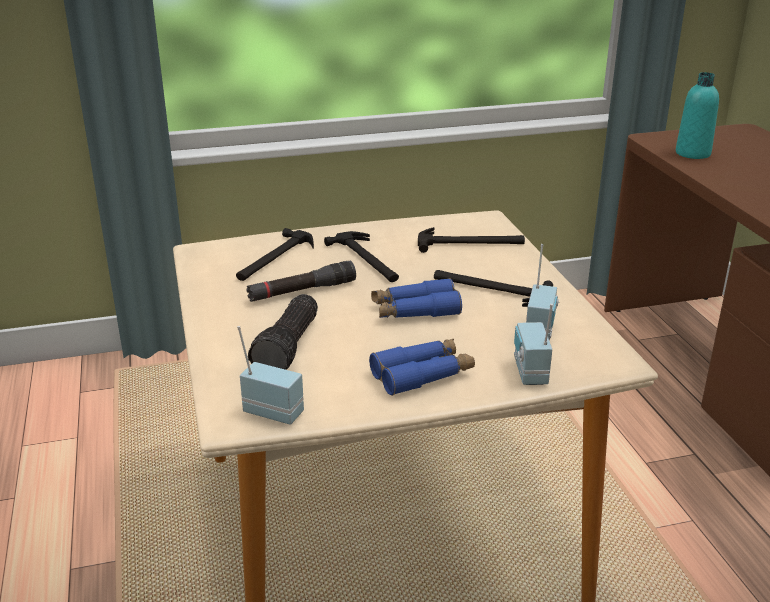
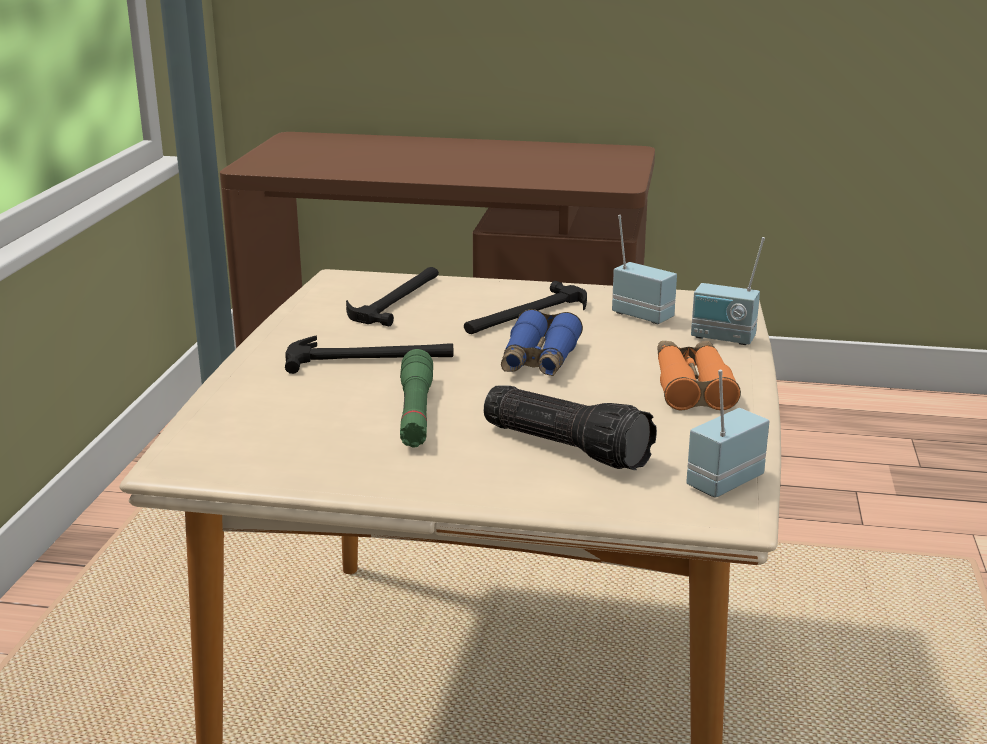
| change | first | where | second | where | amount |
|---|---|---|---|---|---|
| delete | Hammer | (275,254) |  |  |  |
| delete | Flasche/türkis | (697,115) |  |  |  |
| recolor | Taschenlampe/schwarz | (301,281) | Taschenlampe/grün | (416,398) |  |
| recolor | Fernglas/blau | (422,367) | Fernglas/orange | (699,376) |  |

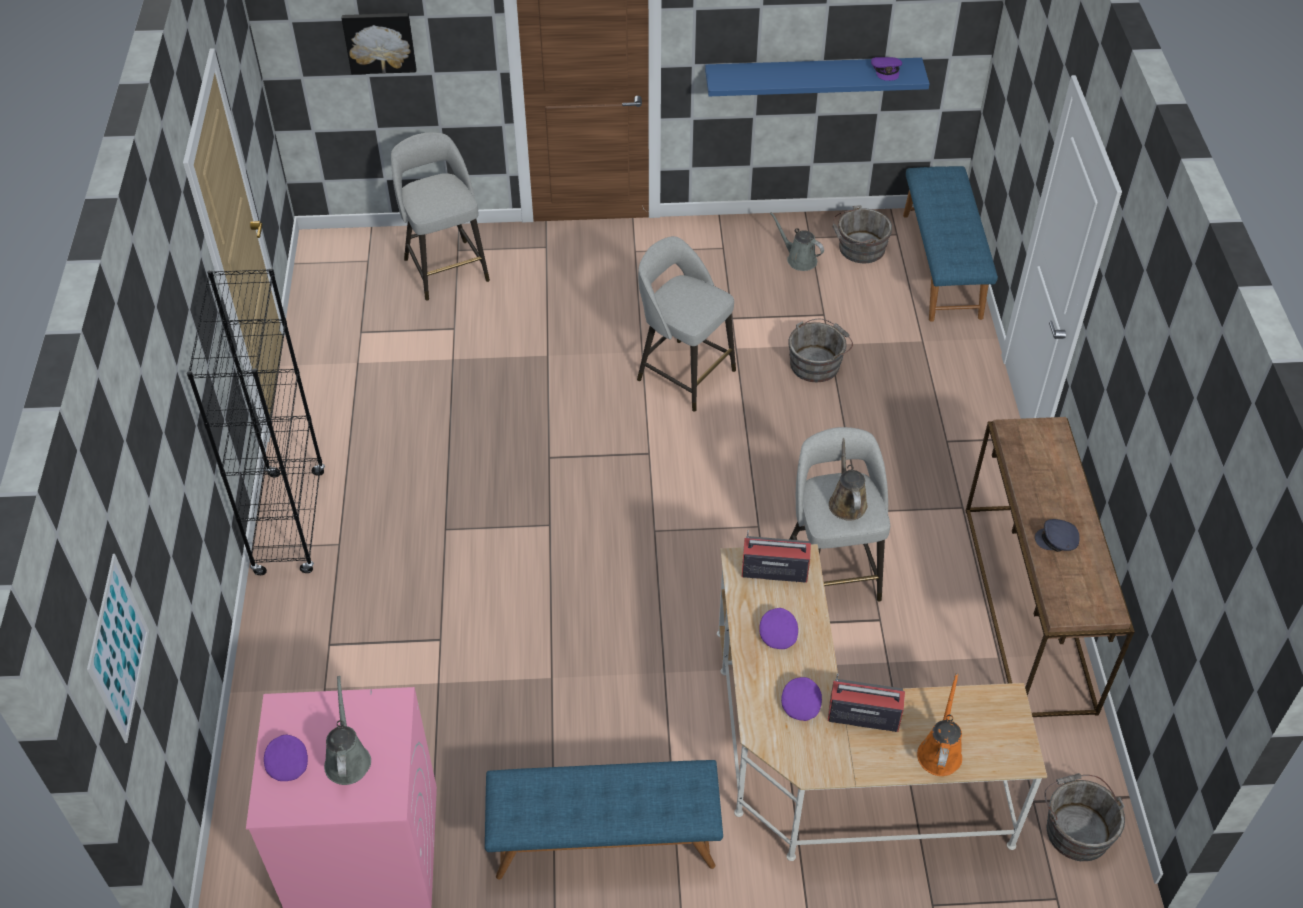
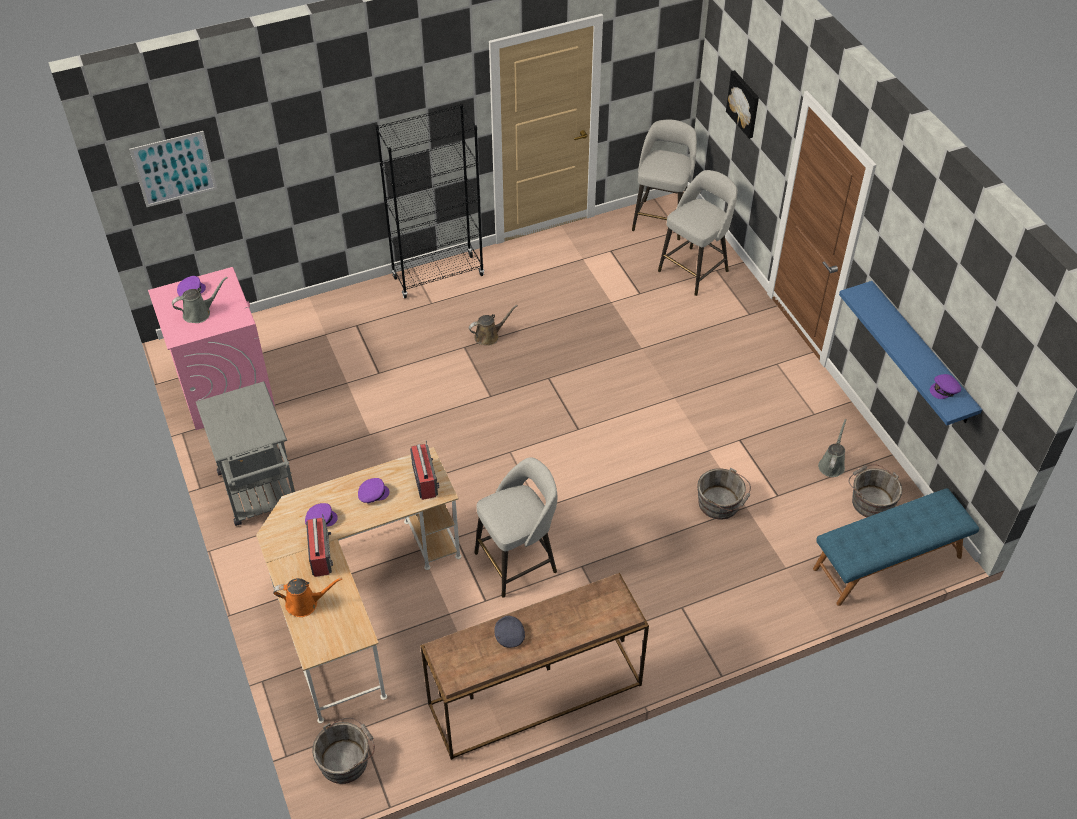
| change | first | where | second | where | amount |
|---|---|---|---|---|---|
| move | Hocker/grau | (686,324) |  | (664,180) |  |
| move | Gießkanne/braun | (848,479) |  | (493,325) |  |
| replace | Bank/blau | (604,820) | Rollwagen/grau | (245,453) |  |

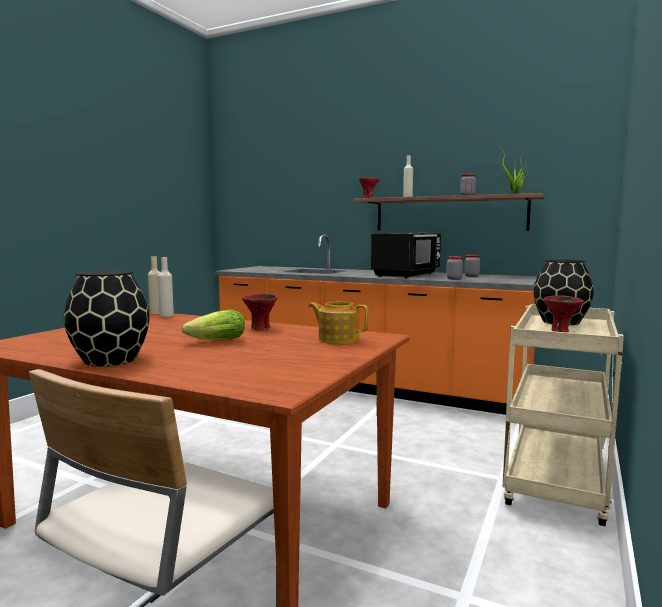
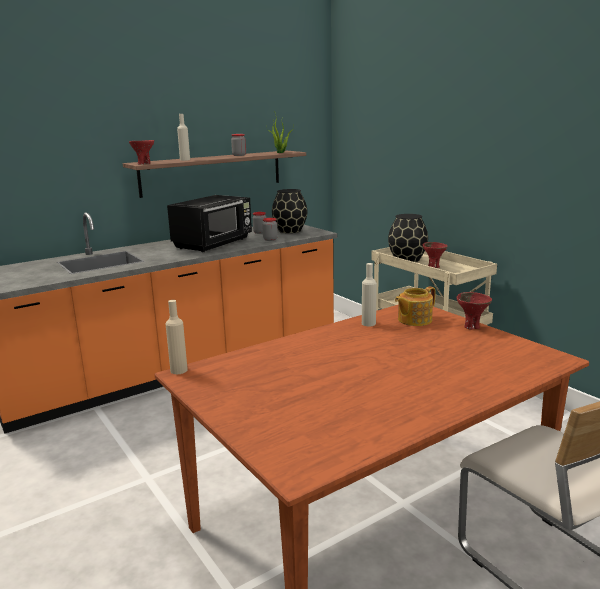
| change | first | where | second | where | amount |
|---|---|---|---|---|---|
| delete | Salatkopf | (213,325) |  |  |  |
| move | Vase/schwarz | (106,318) |  | (289,211) |  |
| move | Flasche/beige | (166,287) |  | (369,294) |  |
| move | Schüssel/rot | (259,312) |  | (474,311) |  |
| rotate | Mikrowelle/schwarz | (406,255) |  | (209,223) | 60 degrees clockwise |

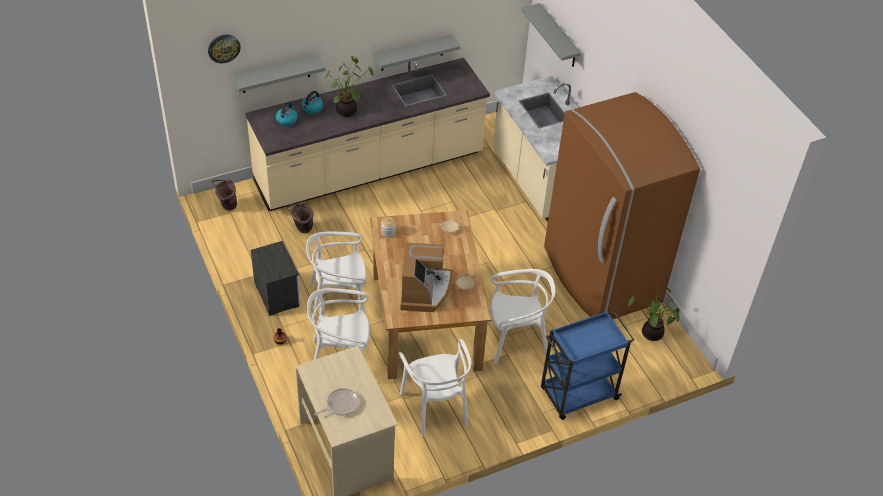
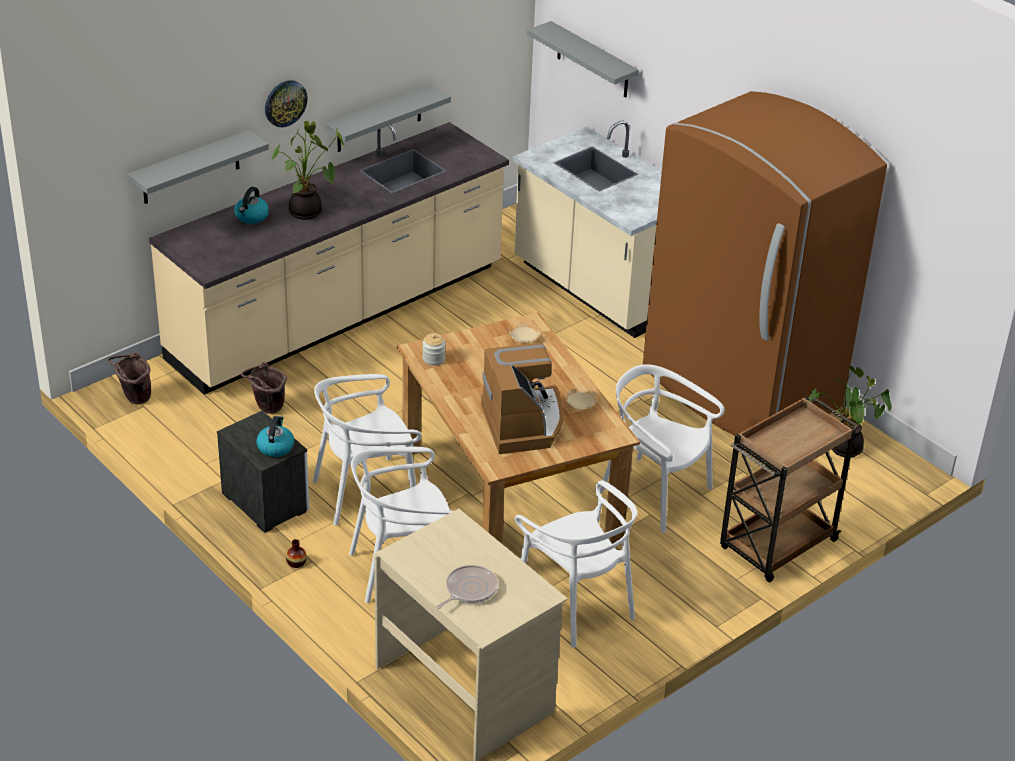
| change | first | where | second | where | amount |
|---|---|---|---|---|---|
| move | Wanduhr | (224,49) |  | (286,103) |  |
| move | Wasserkessel | (287,114) |  | (275,436) |  |
| recolor | Rollwagen/blau | (587,365) | Rollwagen/braun | (789,489) |  |
| rotate | Stuhl/weiß | (522,316) |  | (662,448) | 120 degrees counterclockwise |

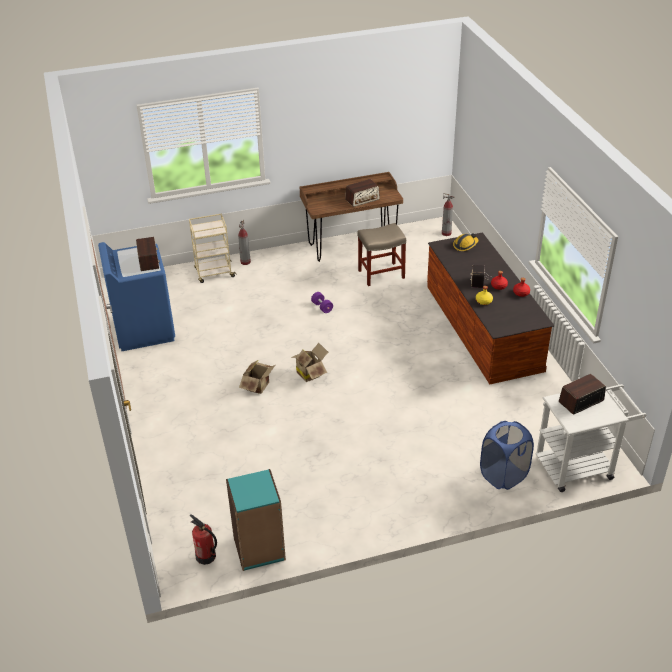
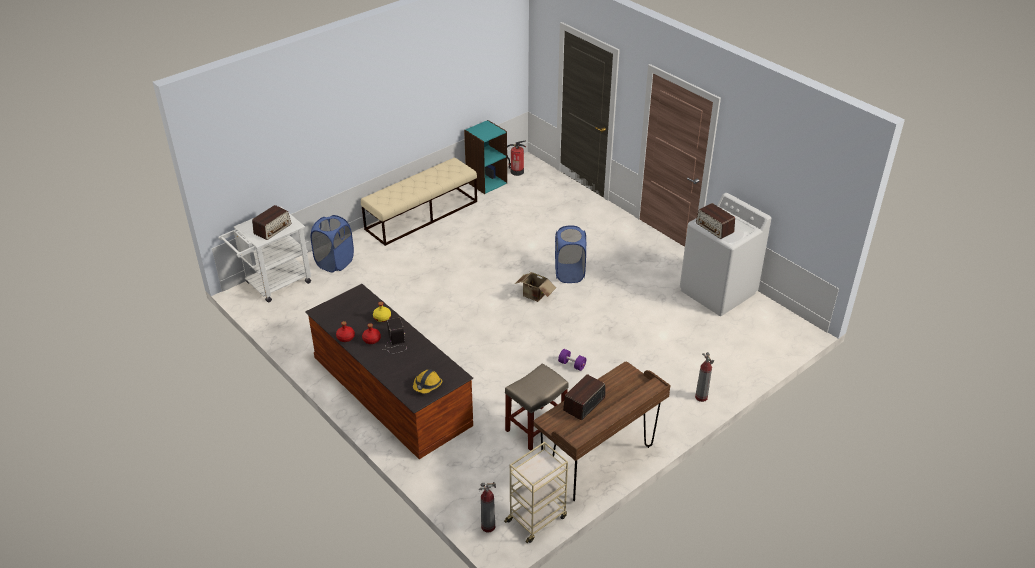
| change | first | where | second | where | amount |
|---|---|---|---|---|---|
| insert |  |  | Bank/beige | (419,201) |  |
| move | Rollwagen/beige | (213,248) |  | (536,492) |  |
| replace | Karton | (257,377) | Wäschekorb/blau | (571,254) |  |
| recolor | Waschmaschine/blau | (136,296) | Waschmaschine/weiß | (725,254) |  |

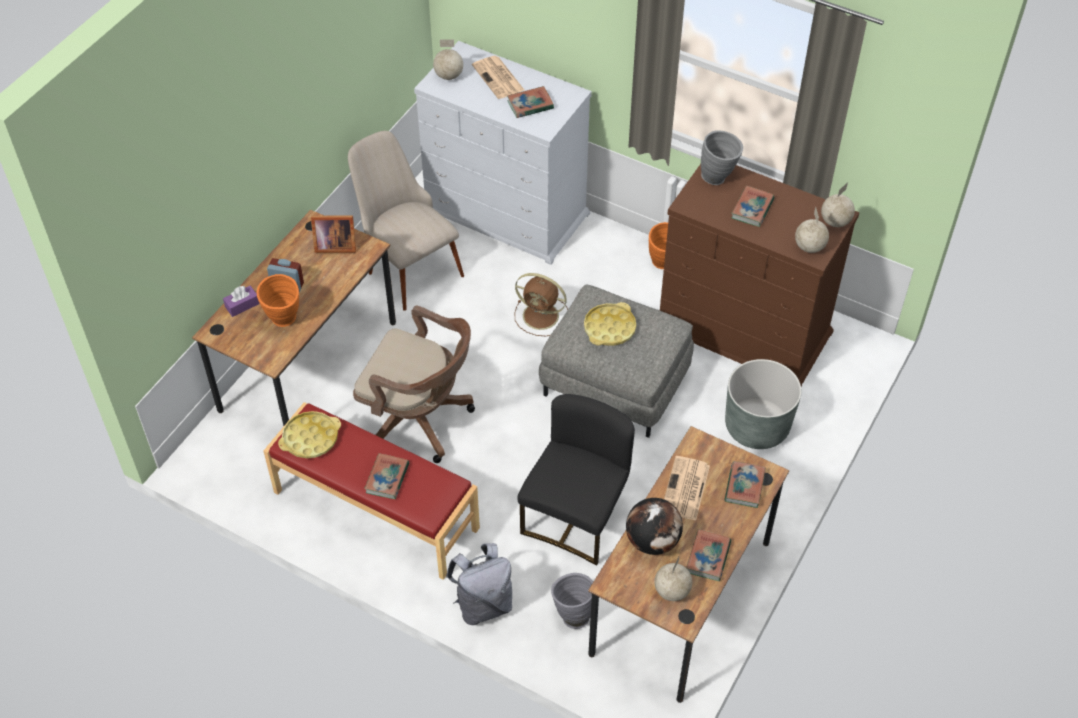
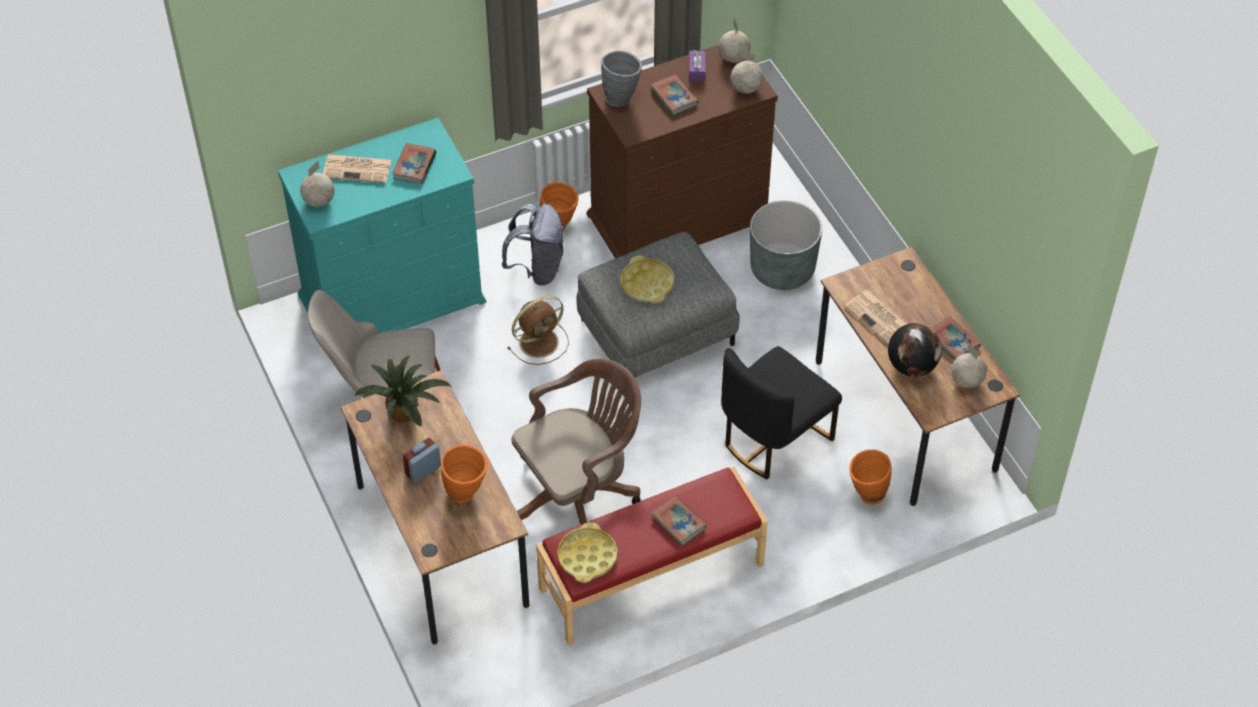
| change | first | where | second | where | amount |
|---|---|---|---|---|---|
| delete | Buch | (745,484) |  |  |  |
| move | Taschentuchbox/lila | (241,301) |  | (697,66) |  |
| move | Rucksack/grau | (479,584) |  | (533,244) |  |
| replace | Bilderrahmen | (333,234) | Topfpflanze | (402,391) |  |
| recolor | Kommode/weiß | (503,153) | Kommode/türkis | (382,238) |  |
| recolor | Vase/grau | (572,601) | Vase/orange | (870,477) |  |
| rotate | Stuhl/schwarz | (576,480) |  | (781,412) | 105 degrees counterclockwise |

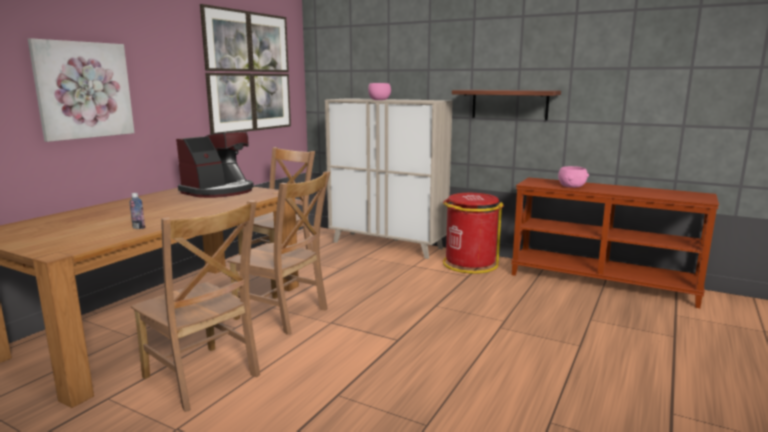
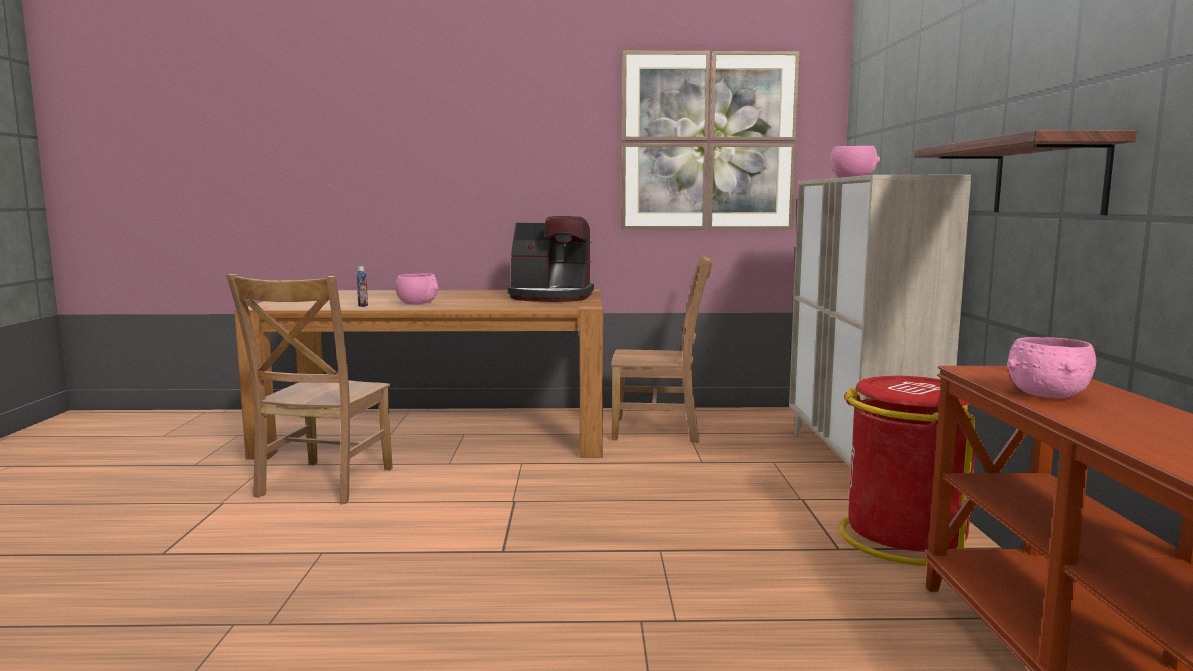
| change | first | where | second | where | amount |
|---|---|---|---|---|---|
| delete | Bild | (81,90) |  |  |  |
| delete | Stuhl/braun | (279,253) |  |  |  |
| insert |  |  | Schüssel/rosa | (417,288) |  |

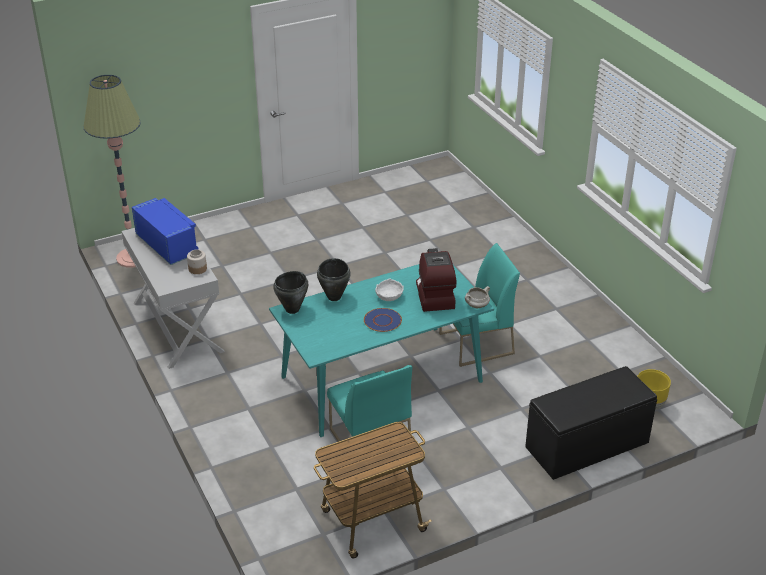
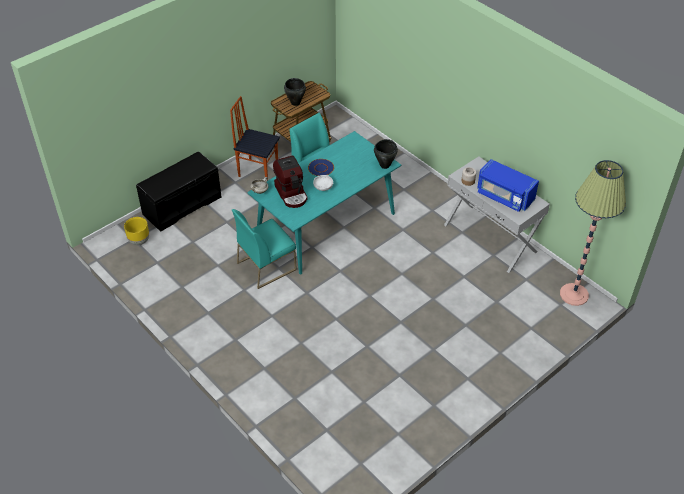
| change | first | where | second | where | amount |
|---|---|---|---|---|---|
| insert |  |  | Stuhl | (255,138) |  |
| move | Kochtopf/schwarz | (333,279) |  | (295,92) |  |

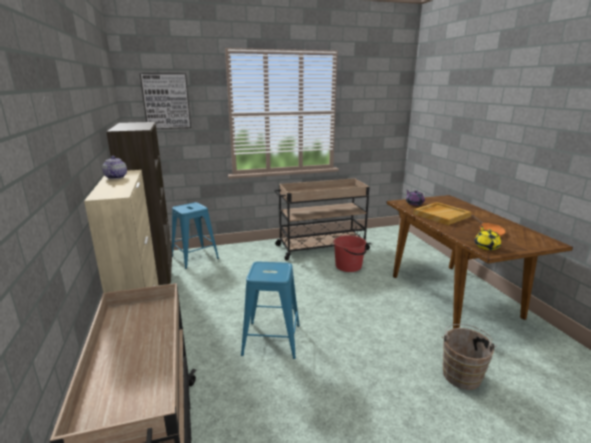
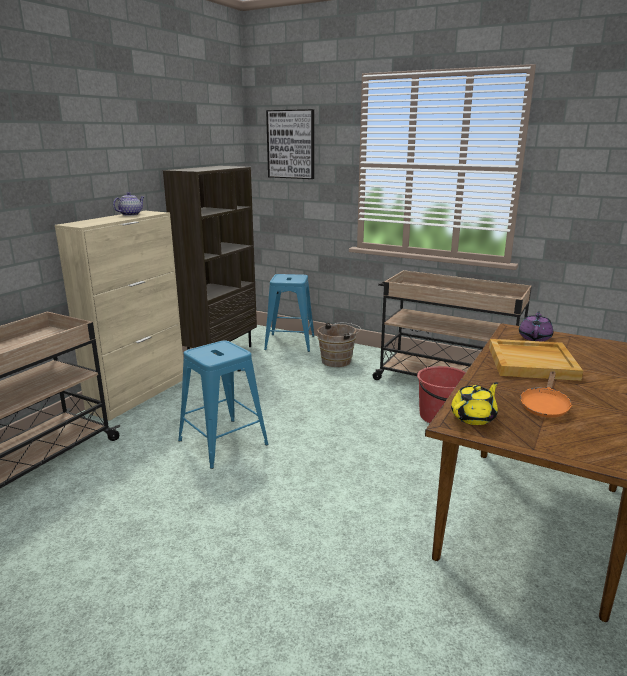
| change | first | where | second | where | amount |
|---|---|---|---|---|---|
| move | Eimer/braun | (469,357) |  | (339,345) |  |

